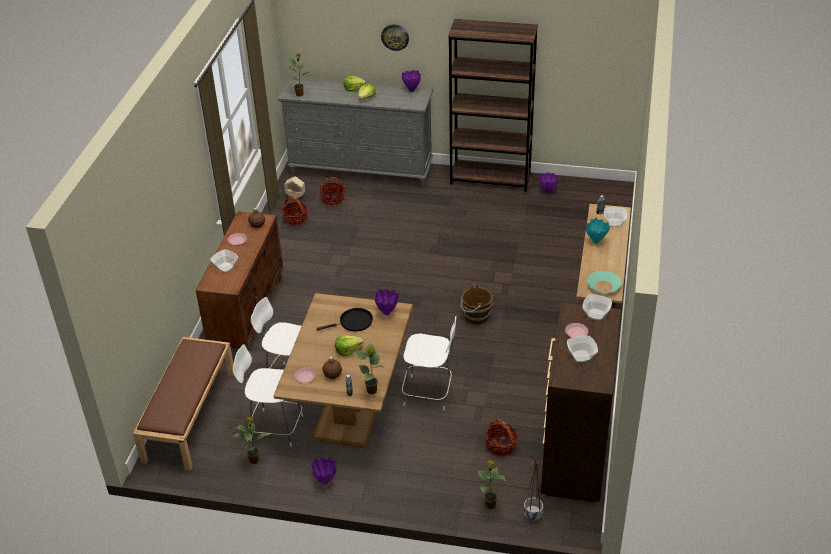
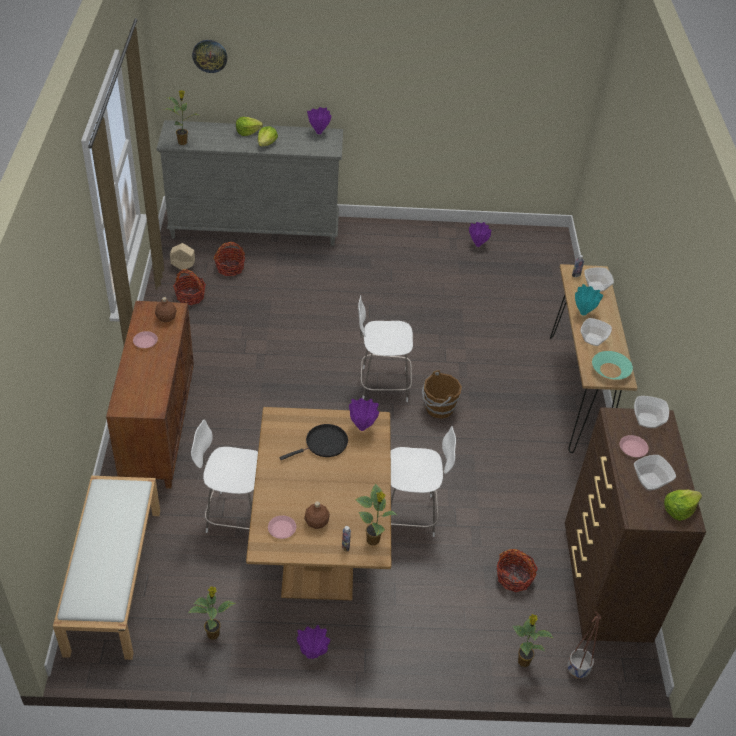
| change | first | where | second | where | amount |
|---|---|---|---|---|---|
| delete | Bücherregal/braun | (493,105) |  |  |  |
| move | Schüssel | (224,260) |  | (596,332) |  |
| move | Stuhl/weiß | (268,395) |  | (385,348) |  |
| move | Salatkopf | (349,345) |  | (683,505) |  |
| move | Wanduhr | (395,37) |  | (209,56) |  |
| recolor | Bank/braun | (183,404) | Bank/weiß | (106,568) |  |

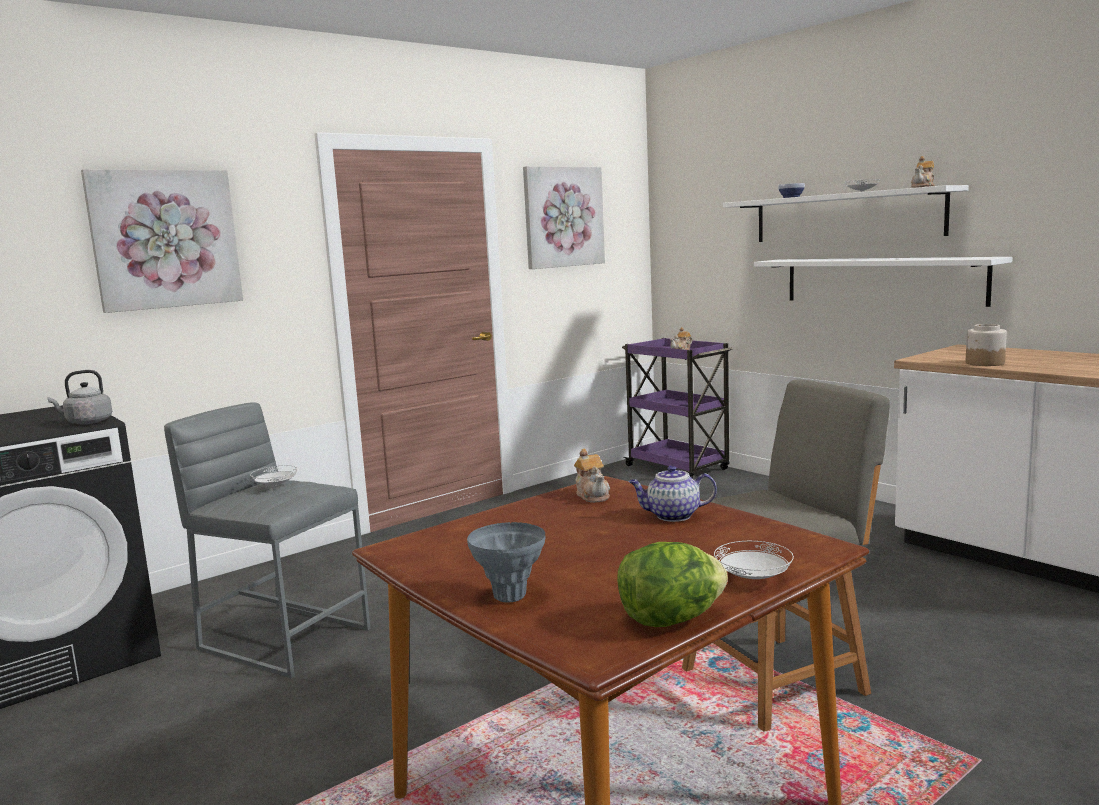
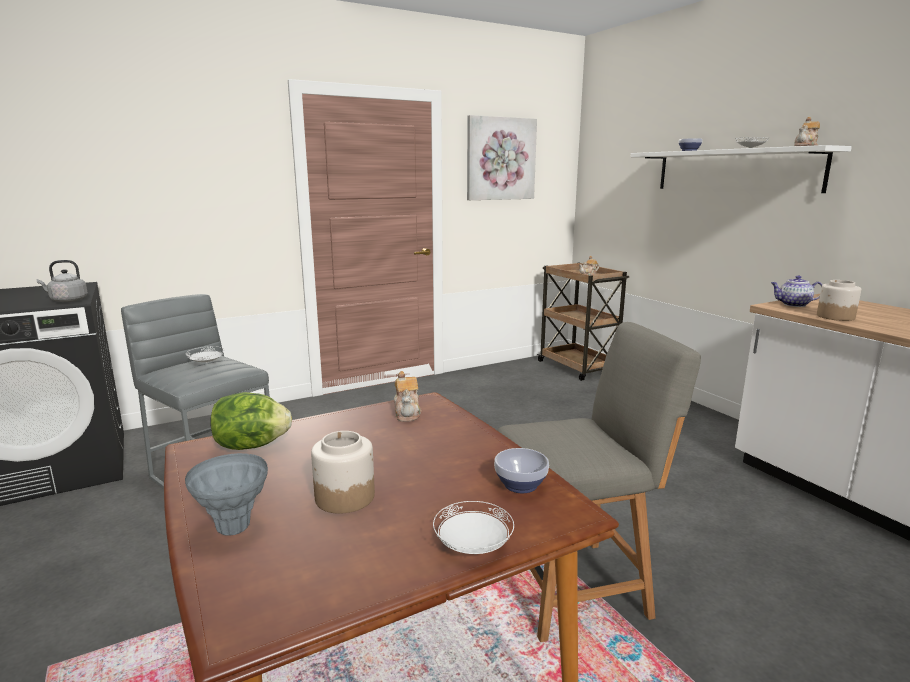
| change | first | where | second | where | amount |
|---|---|---|---|---|---|
| delete | Bild | (162,241) |  |  |  |
| delete | Wandregal/weiß | (883,282) |  |  |  |
| insert |  |  | Vorratsglas | (343,472) |  |
| insert |  |  | Schüssel | (521,470) |  |
| move | Salatkopf | (672,584) |  | (251,421) |  |
| move | Teekanne | (673,493) |  | (796,291) |  |
| recolor | Rollwagen/lila | (677,408) | Rollwagen/braun | (583,322) |  |

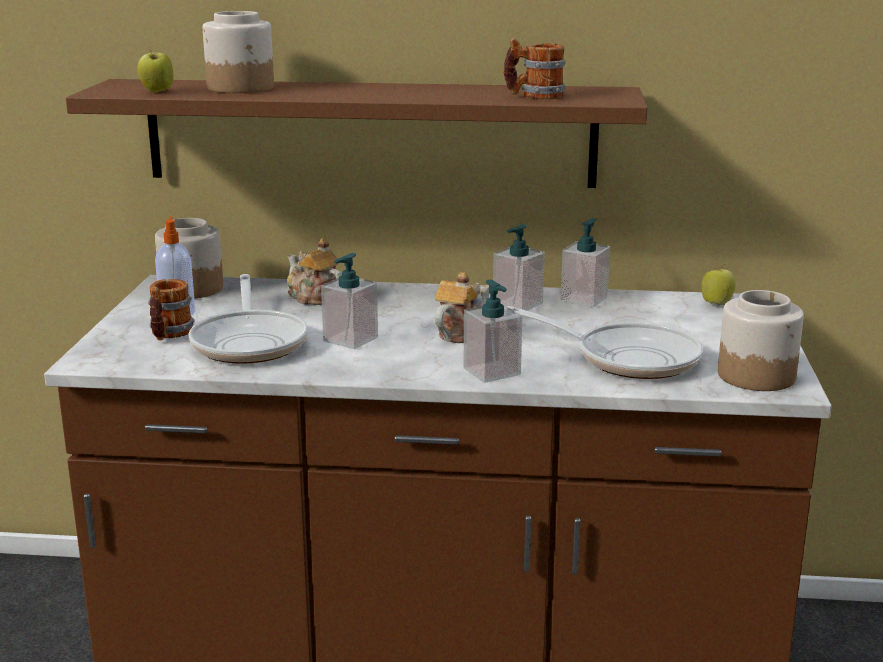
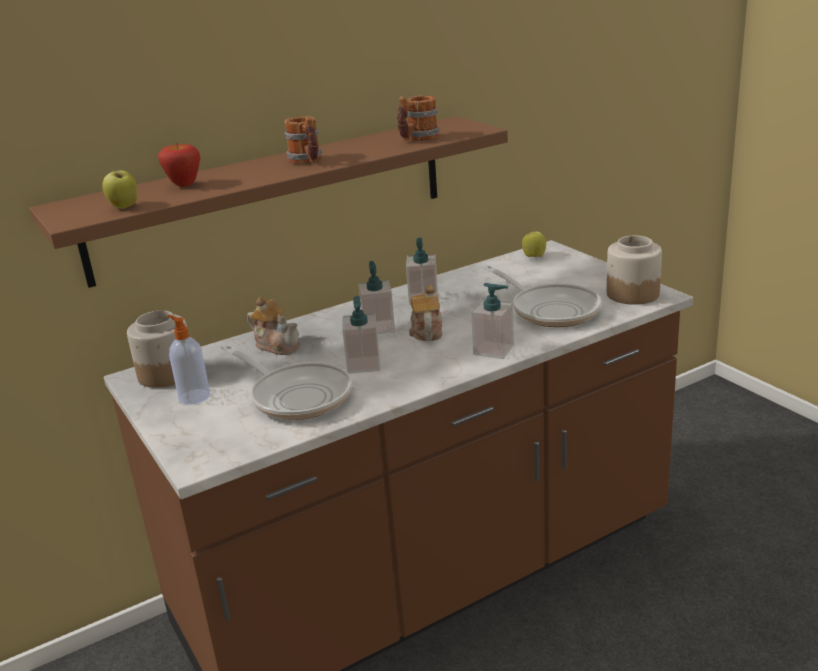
| change | first | where | second | where | amount |
|---|---|---|---|---|---|
| move | Henkelbecher | (171,310) |  | (303,140) |  |
| move | Seifenspender | (585,262) |  | (376,297) |  |
| replace | Vorratsglas | (238,52) | Apfel | (179,165) |  |
| rotate | Teekanne | (314,271) |  | (273,326) | 150 degrees counterclockwise |
| rotate | Pfanne | (605,342) |  | (542,295) | 60 degrees clockwise |

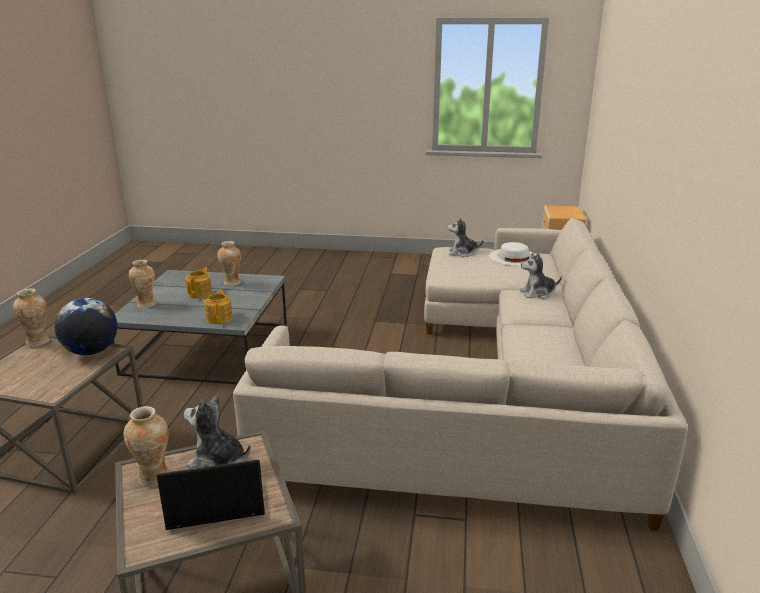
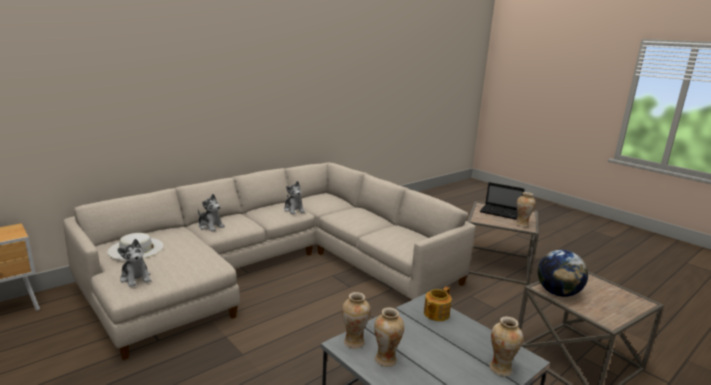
| change | first | where | second | where | amount |
|---|---|---|---|---|---|
| delete | Teekanne | (199,283) |  |  |  |
| move | Vase | (31,317) |  | (356,320) |  |
| move | Plüschtier | (217,431) |  | (294,198) |  |

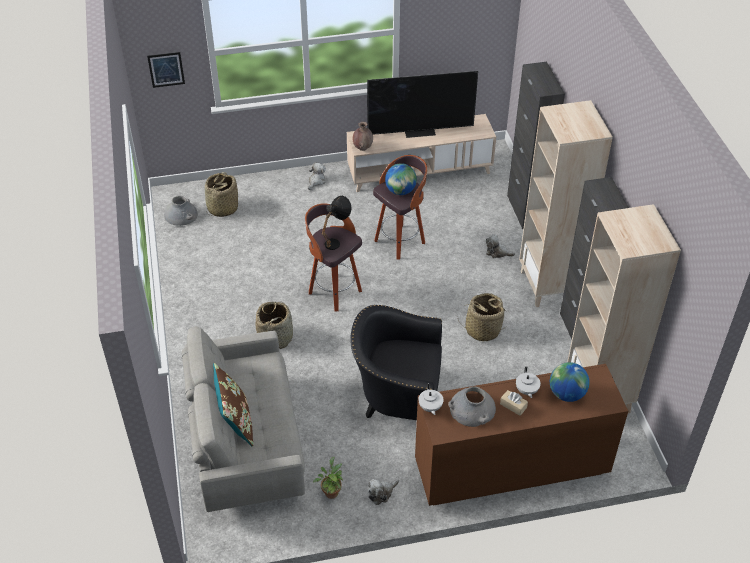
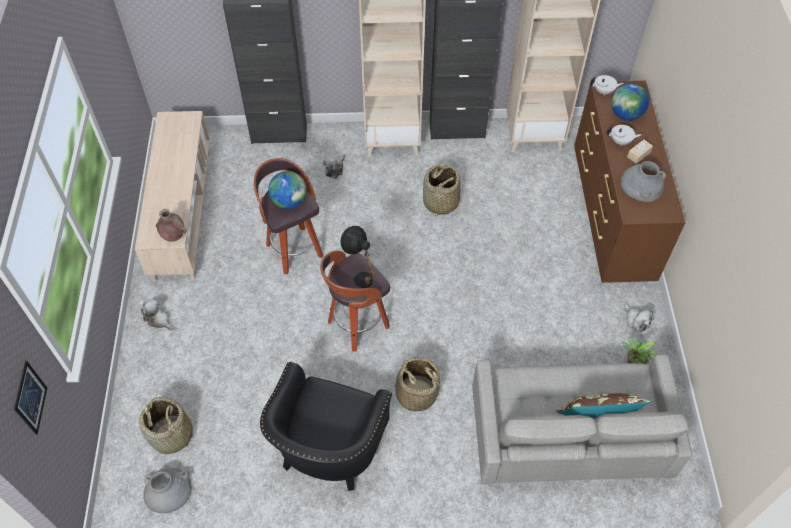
| change | first | where | second | where | amount |
|---|---|---|---|---|---|
| delete | Fernseher | (422,104) |  |  |  |
| move | Sessel/schwarz | (396,362) |  | (326,426) |  |
| move | Teekanne/weiß | (430,399) |  | (607,85) |  |

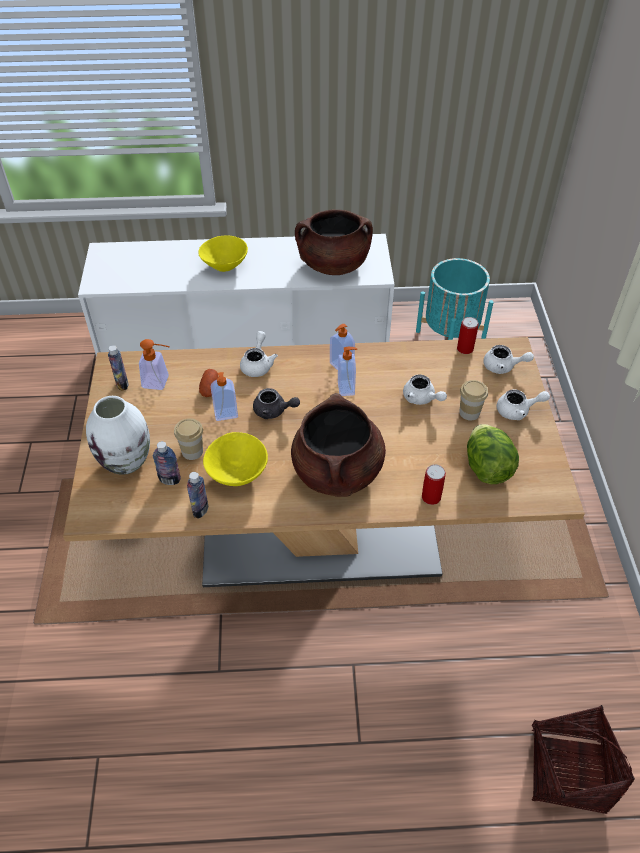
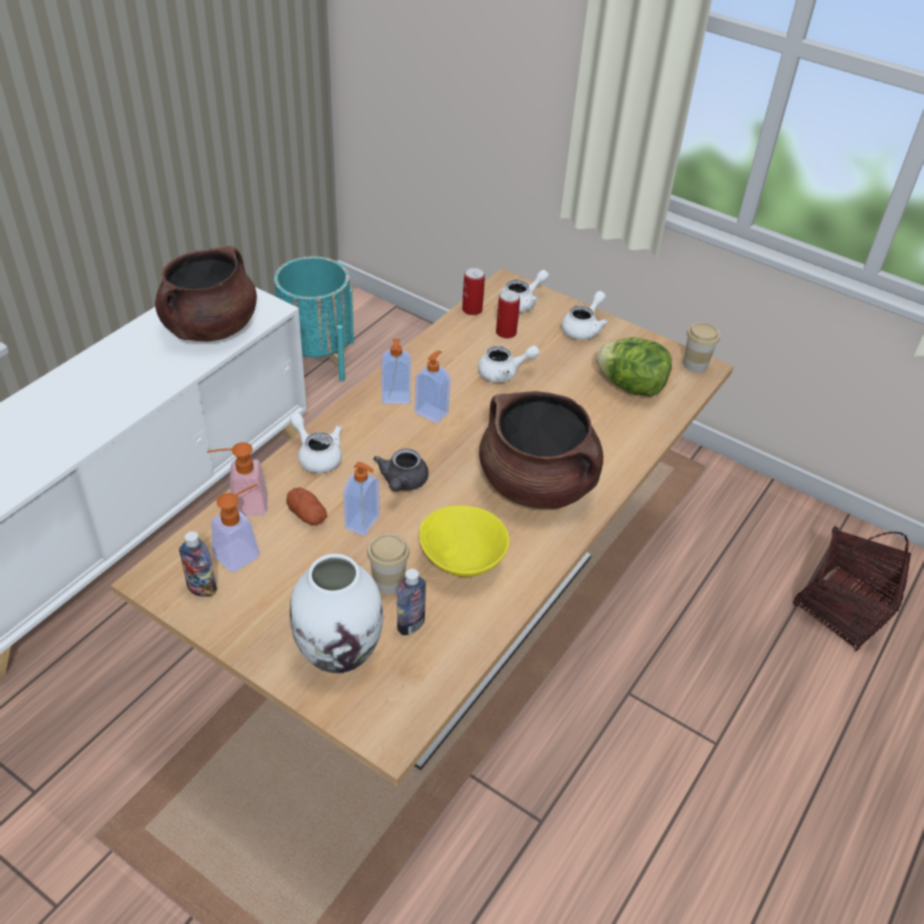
| change | first | where | second | where | amount |
|---|---|---|---|---|---|
| delete | Flasche | (197,495) |  |  |  |
| delete | Schüssel/gelb | (223,254) |  |  |  |
| insert |  |  | Seifenspender | (237,479) |  |
| move | Dose | (434,484) |  | (508,314) |  |
| move | Tasse | (473,400) |  | (701,347) |  |
| rotate | Teekanne/grau | (276,403) |  | (401,470) | 135 degrees clockwise |

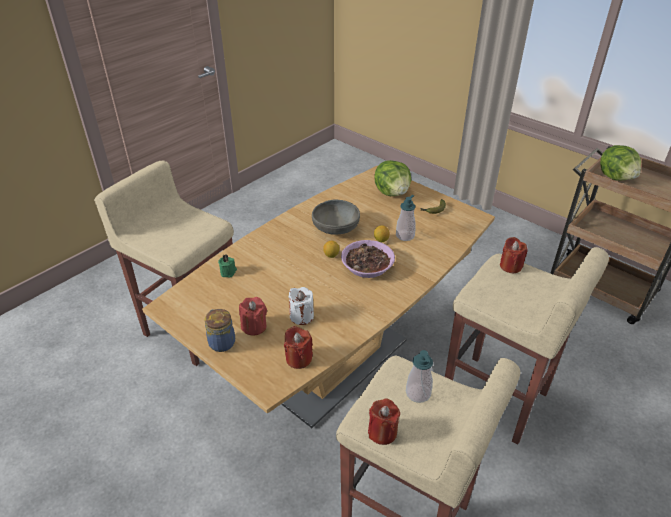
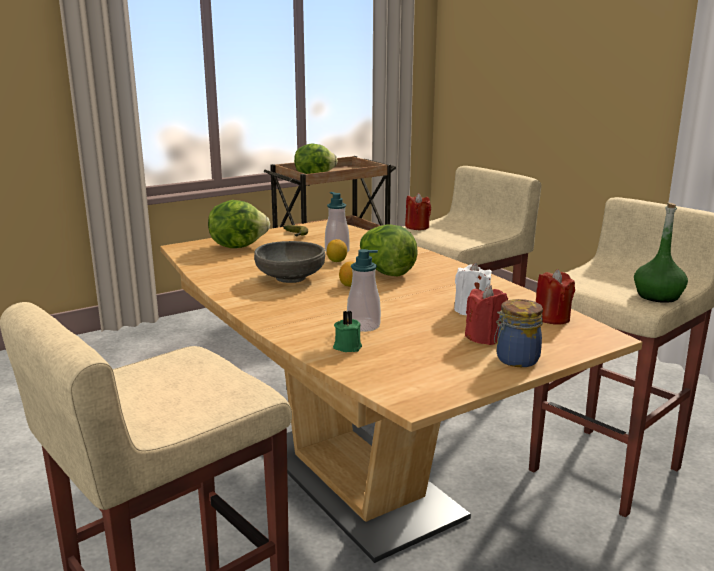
| change | first | where | second | where | amount |
|---|---|---|---|---|---|
| move | Seifenspender | (419,376) |  | (364,290) |  |
| replace | Schüssel | (368,259) | Salatkopf | (389,250) |  |
| replace | Kerze/rot | (384,422) | Flasche/grün | (661,253) |  |

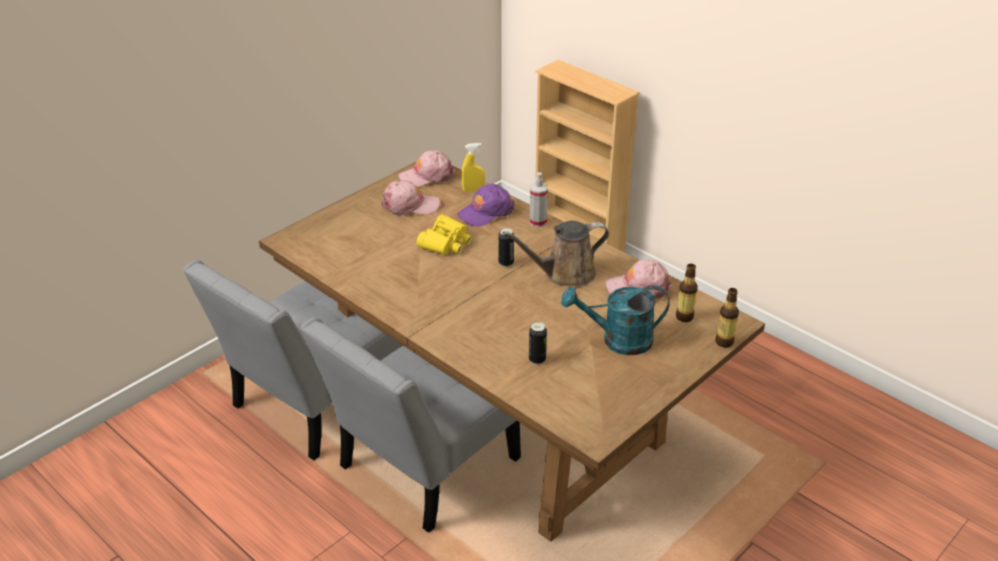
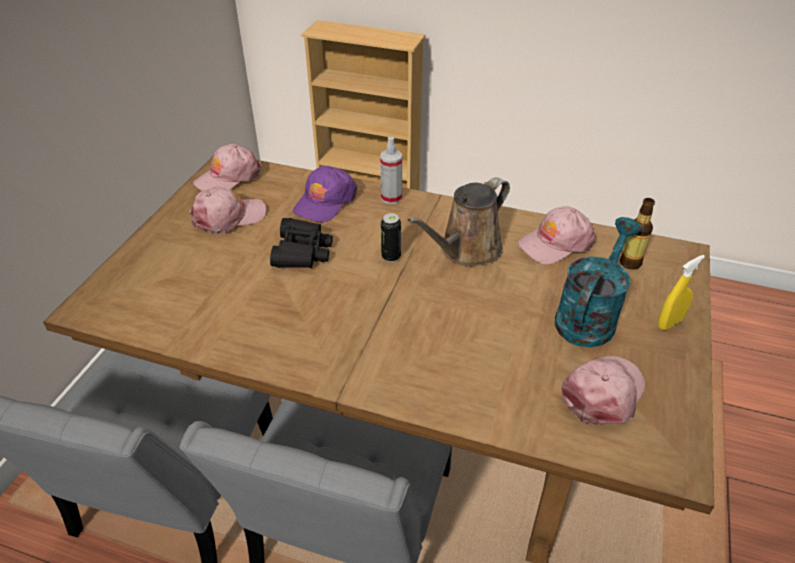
| change | first | where | second | where | amount |
|---|---|---|---|---|---|
| delete | Dose | (538,343) |  |  |  |
| delete | Flasche | (727,318) |  |  |  |
| insert |  |  | Kappe/rosa | (603,390) |  |
| move | Sprühflasche/gelb | (473,167) |  | (681,292) |  |
| recolor | Fernglas/gelb | (444,234) | Fernglas/schwarz | (301,243) |  |
| rotate | Gießkanne/türkis | (615,320) |  | (598,282) | 150 degrees clockwise |

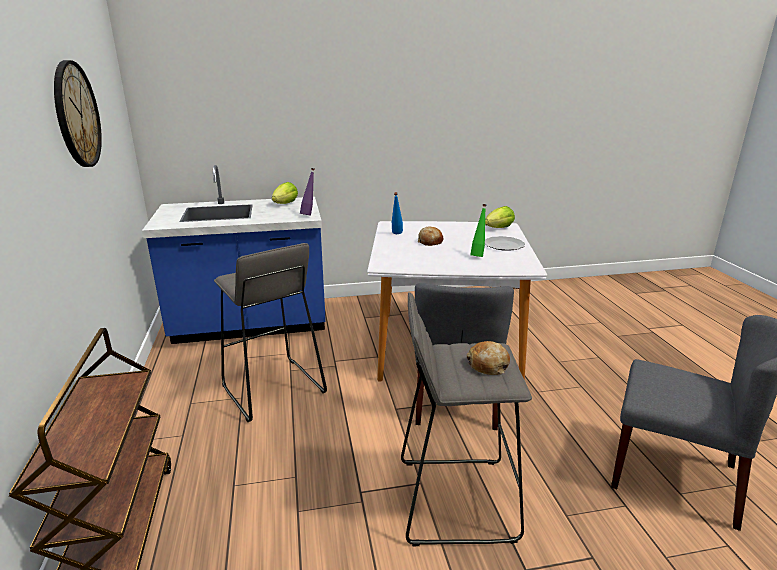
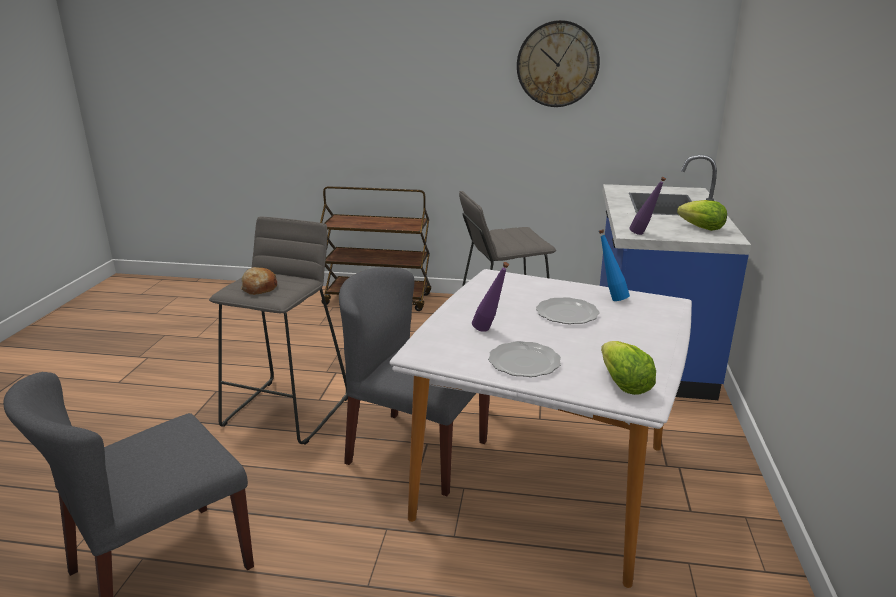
| change | first | where | second | where | amount |
|---|---|---|---|---|---|
| replace | Brot | (430,236) | Teller | (567,310) |  |
| recolor | Flasche/grün | (478,230) | Flasche/lila | (490,297) |  |

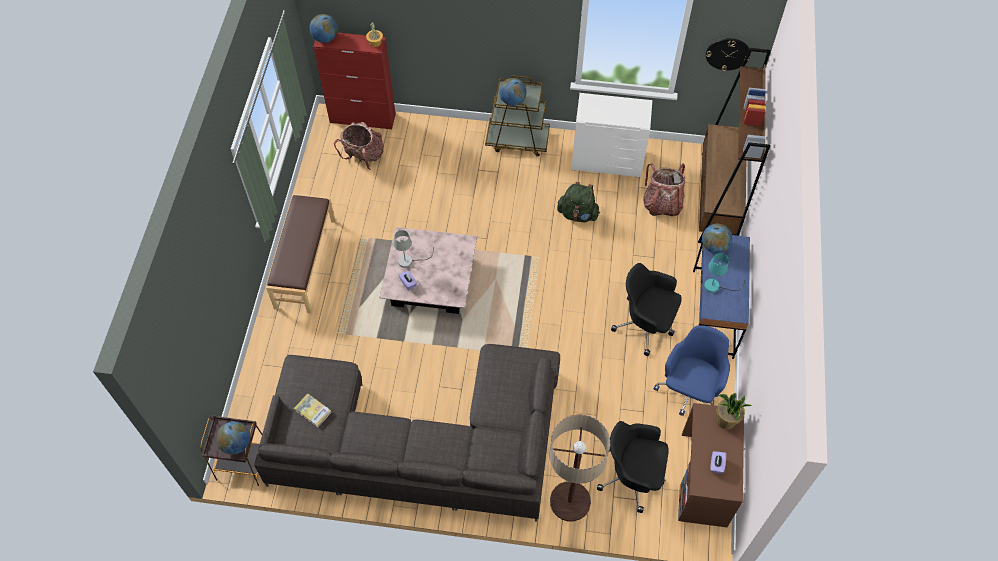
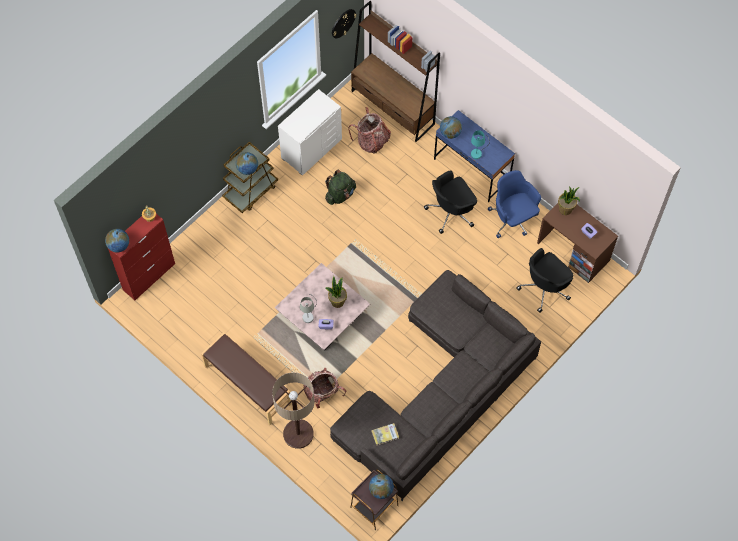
| change | first | where | second | where | amount |
|---|---|---|---|---|---|
| insert |  |  | Topfpflanze | (336,292) |  |
| move | Rucksack | (359,146) |  | (325,388) |  |
| move | Stehlampe | (579,468) |  | (293,410) |  |

